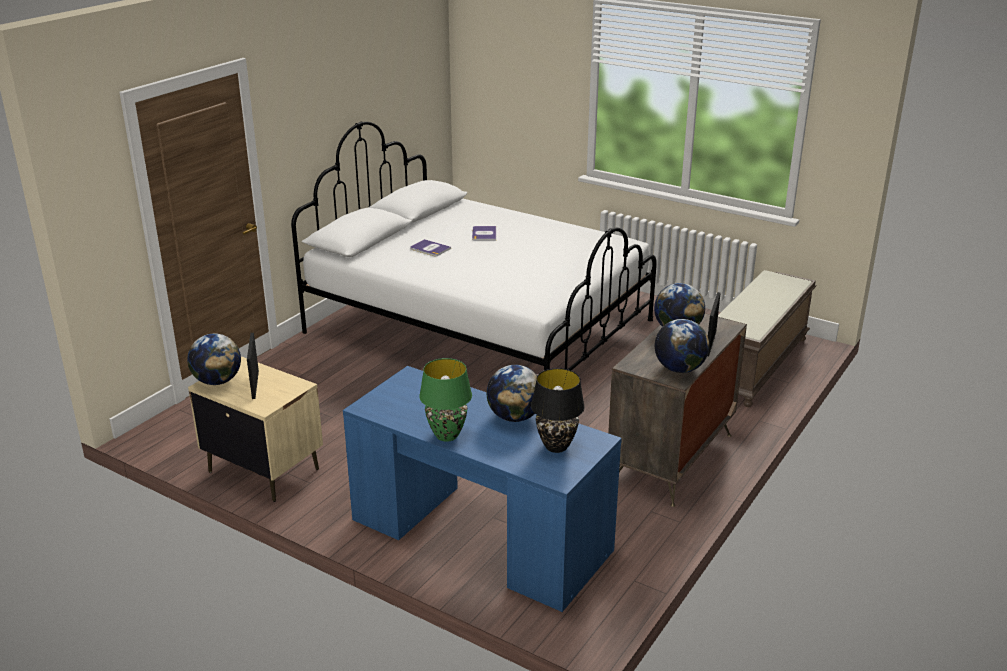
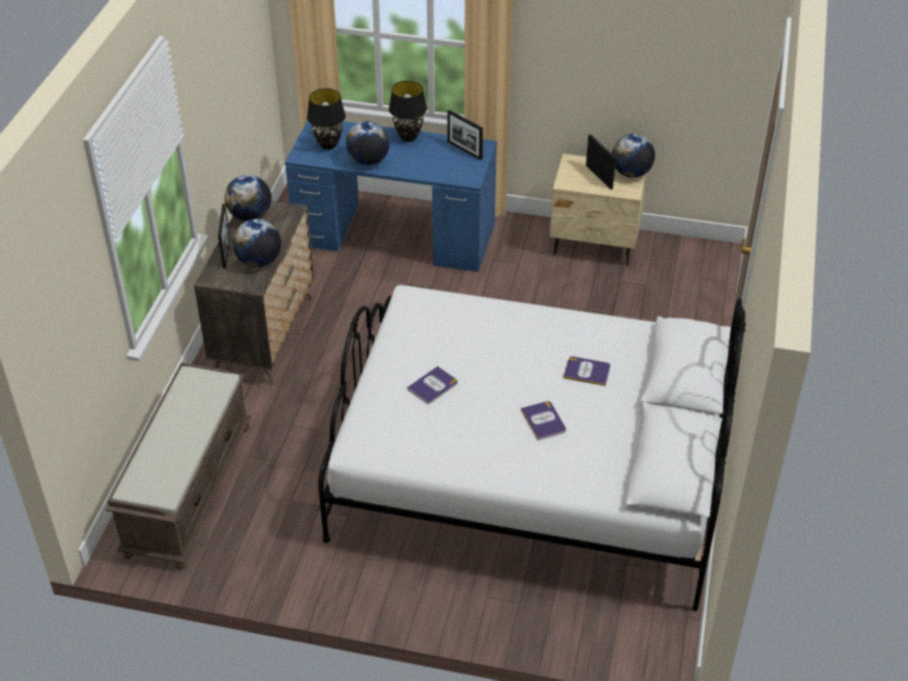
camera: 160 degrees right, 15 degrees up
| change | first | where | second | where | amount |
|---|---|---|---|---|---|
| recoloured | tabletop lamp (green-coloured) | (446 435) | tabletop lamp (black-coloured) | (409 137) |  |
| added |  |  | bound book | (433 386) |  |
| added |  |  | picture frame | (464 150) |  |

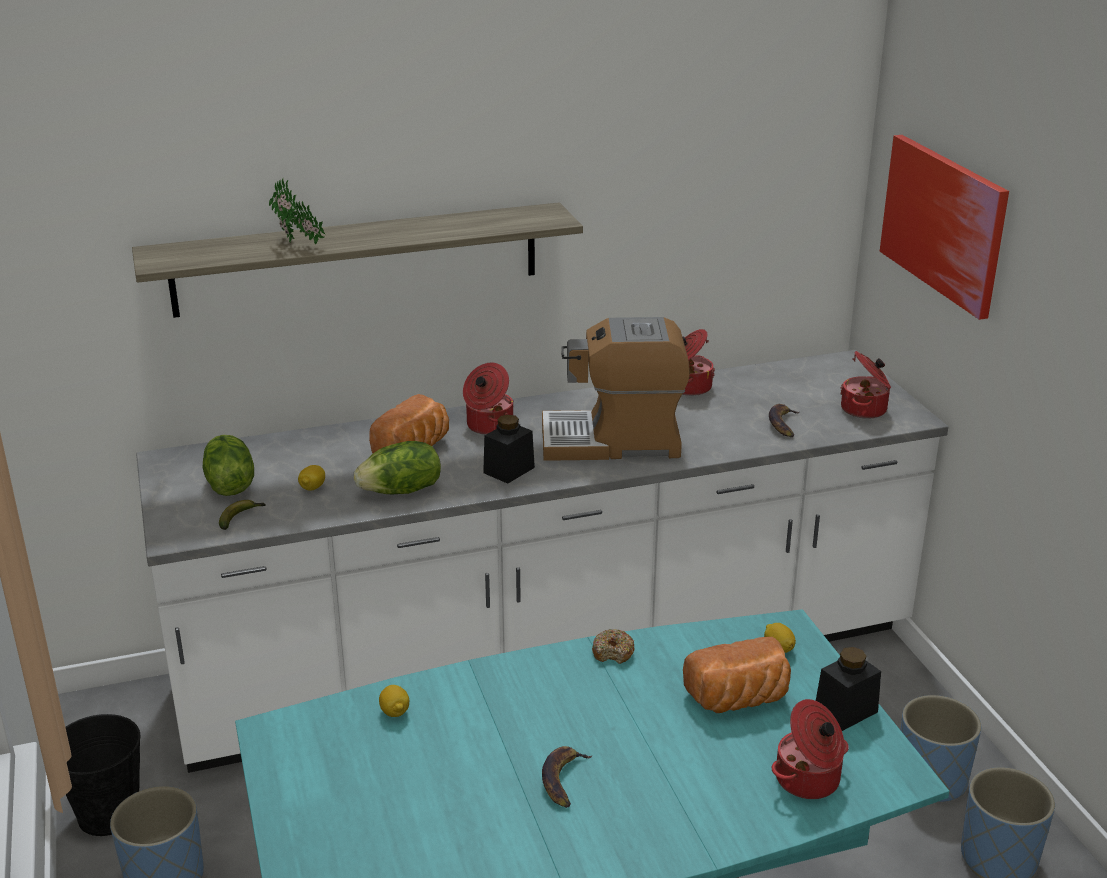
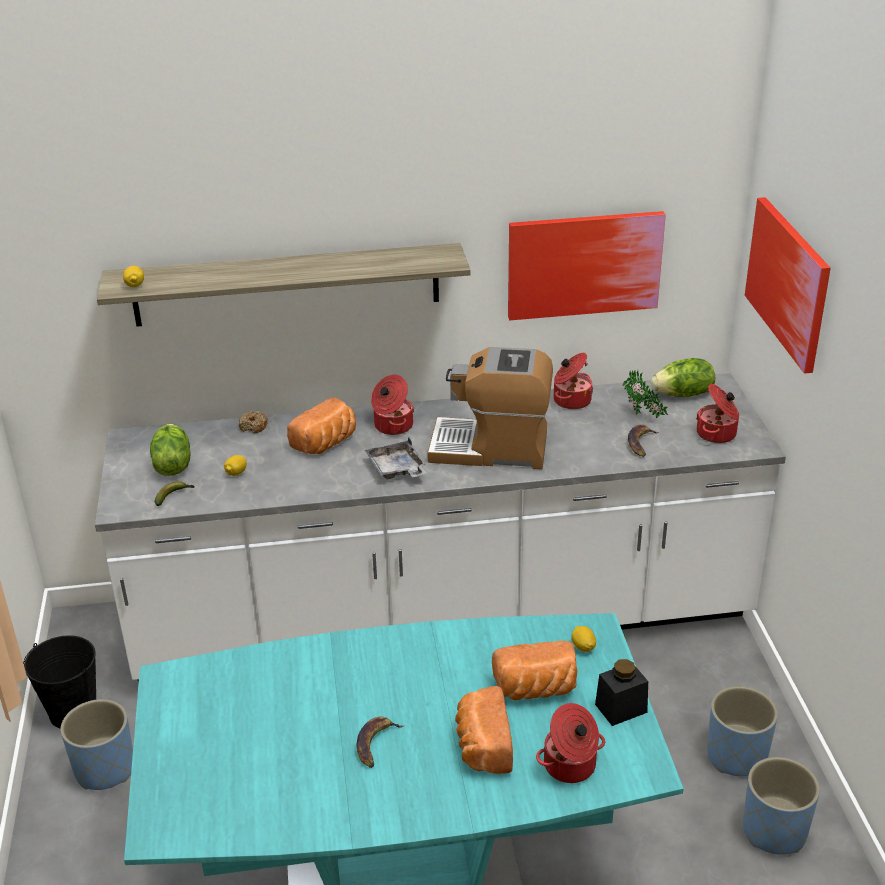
camera: 10 degrees right, 5 degrees up
| change | first | where | second | where | amount |
|---|---|---|---|---|---|
| moved | whole lemon | (394 712) |  | (135 285) |  |
| moved | donut | (613 652) |  | (253 426) |  |
| replaced | preserve jar (black-coloured) | (509 470) | tray (greyish) | (397 469) |  |
| added |  |  | bread | (482 746) |  |
| added |  |  | wall picture | (584 264) |  |
| moved | potted plant | (299 244) |  | (643 416) |  |
| moved | head of lettuce | (402 491) |  | (683 394) |  |

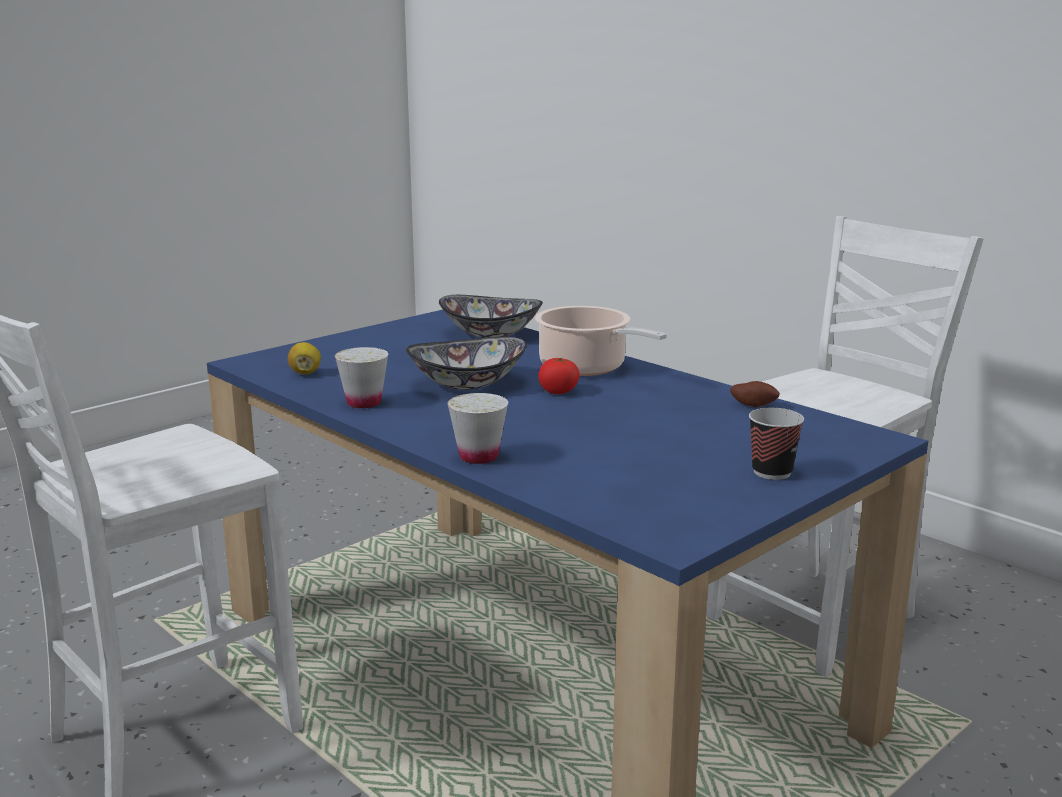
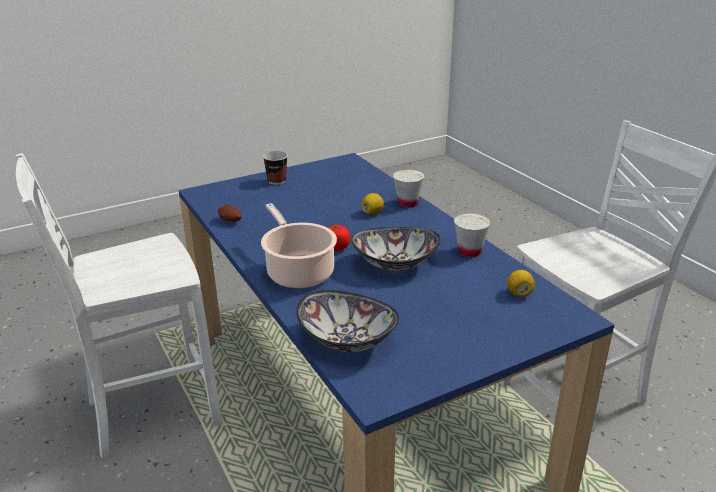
camera: 165 degrees left, 10 degrees up
| change | first | where | second | where | amount |
|---|---|---|---|---|---|
| added |  |  | whole lemon | (372 213) |  |

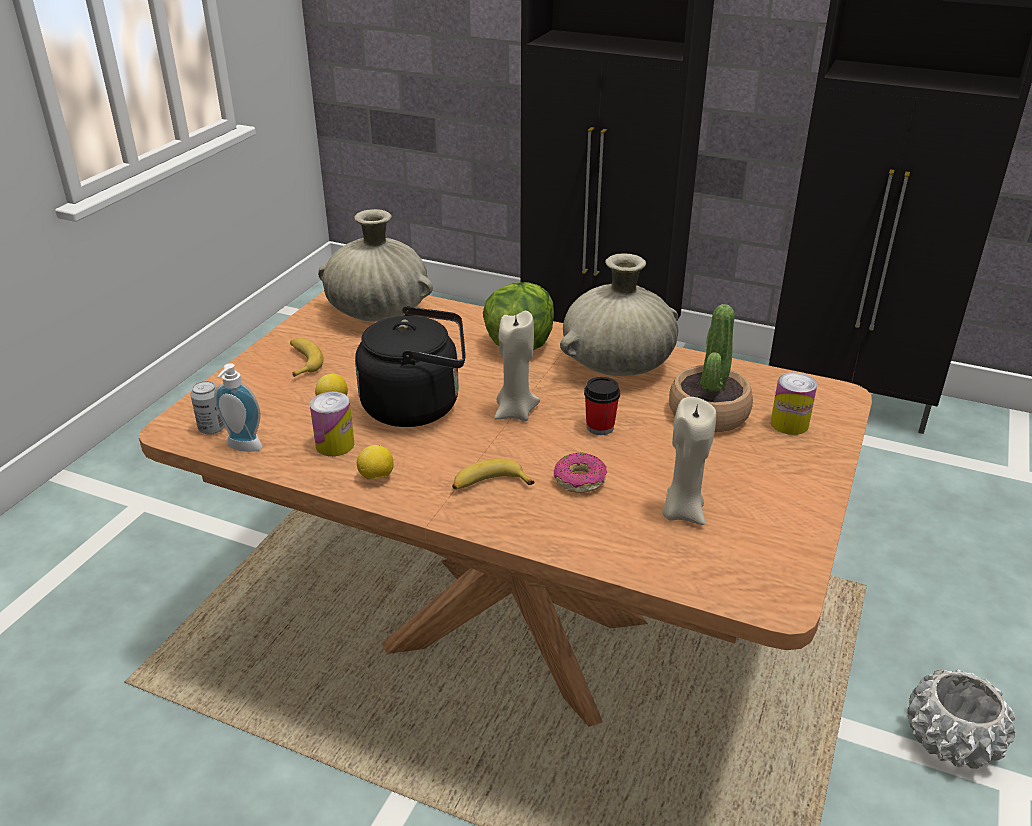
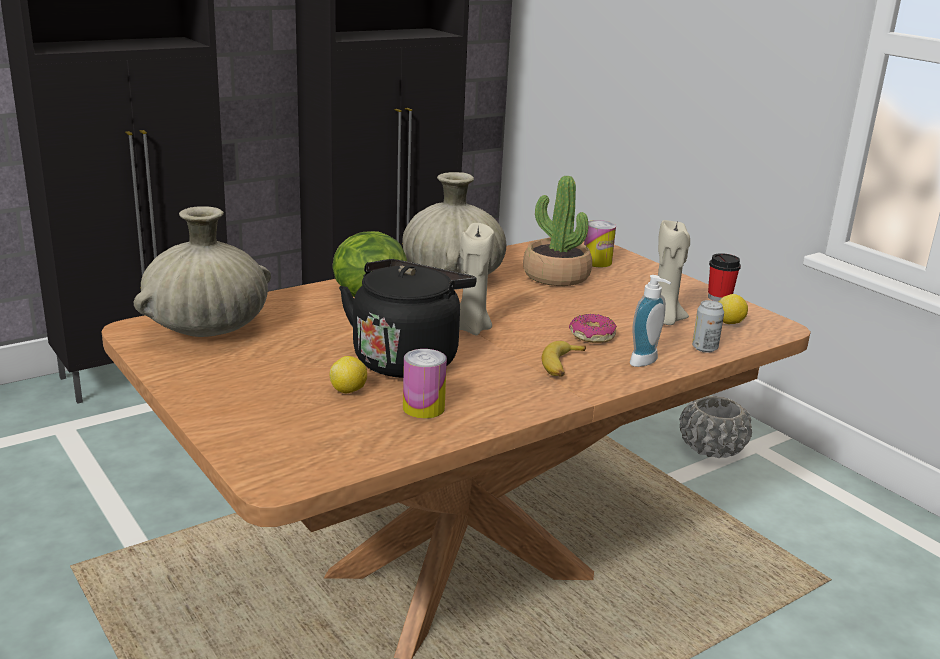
camera: 60 degrees left, 10 degrees down
| change | first | where | second | where | amount |
|---|---|---|---|---|---|
| moved | liquid soap bottle | (242 448) |  | (647 362) |  |
| moved | sealed can | (212 428) |  | (704 348) |  |
| moved | cup | (600 427) |  | (719 297) |  |
| moved | whole lemon | (376 477) |  | (730 323) |  |
| removed | whole banana | (302 362) |  |  |  |

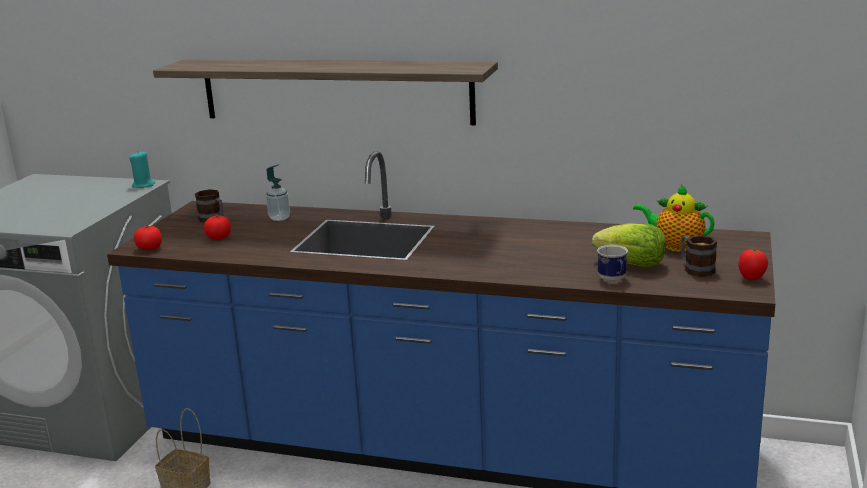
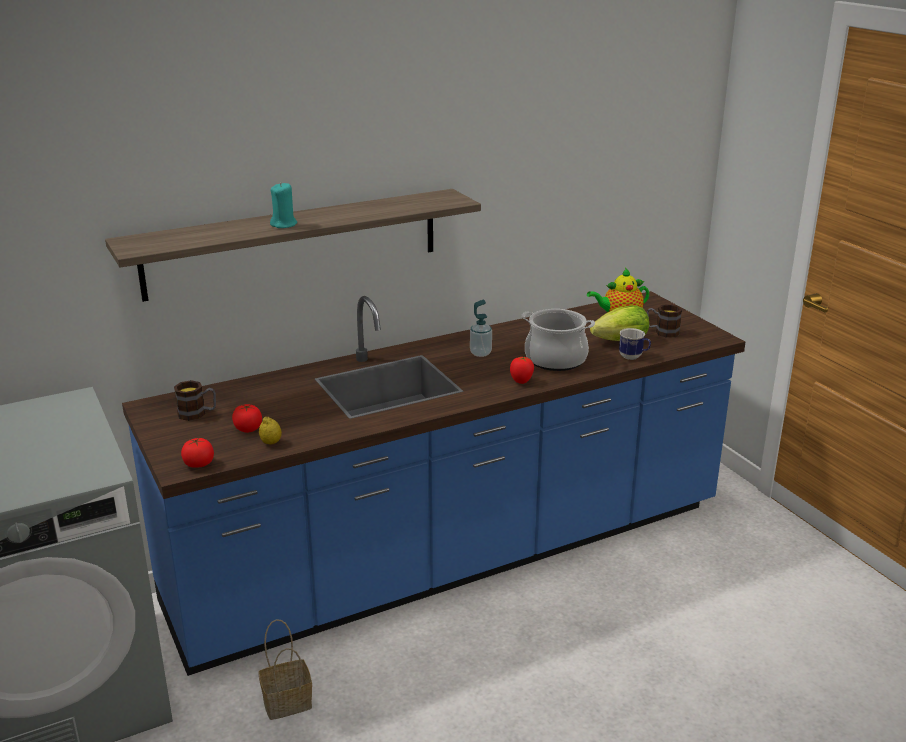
camera: 45 degrees left, 5 degrees up
| change | first | where | second | where | amount |
|---|---|---|---|---|---|
| added |  |  | whole lemon | (271 443) |  |
| moved | wax light (turquoise) | (143 185) |  | (284 224) |  |
| moved | liquid soap bottle | (279 218) |  | (480 353) |  |
| moved | tomato | (751 278) |  | (521 382) |  |
| added |  |  | stockpot | (555 360) |  |

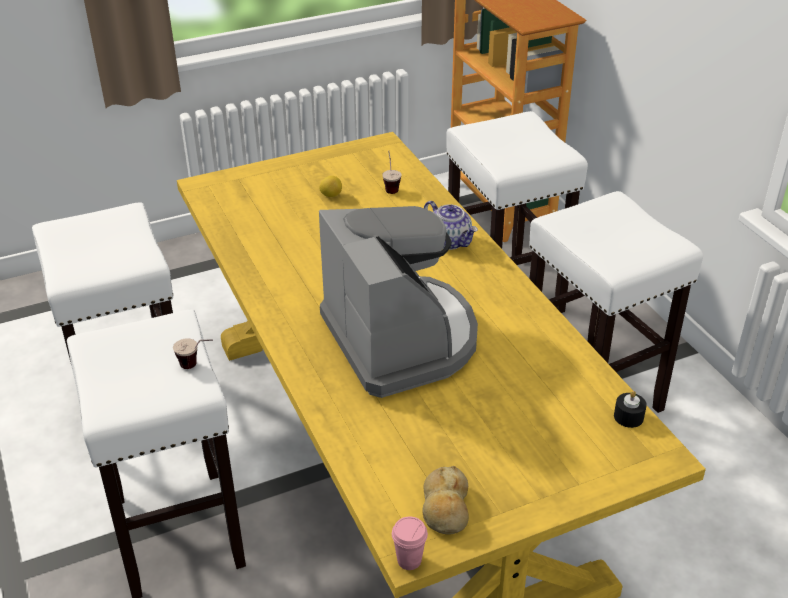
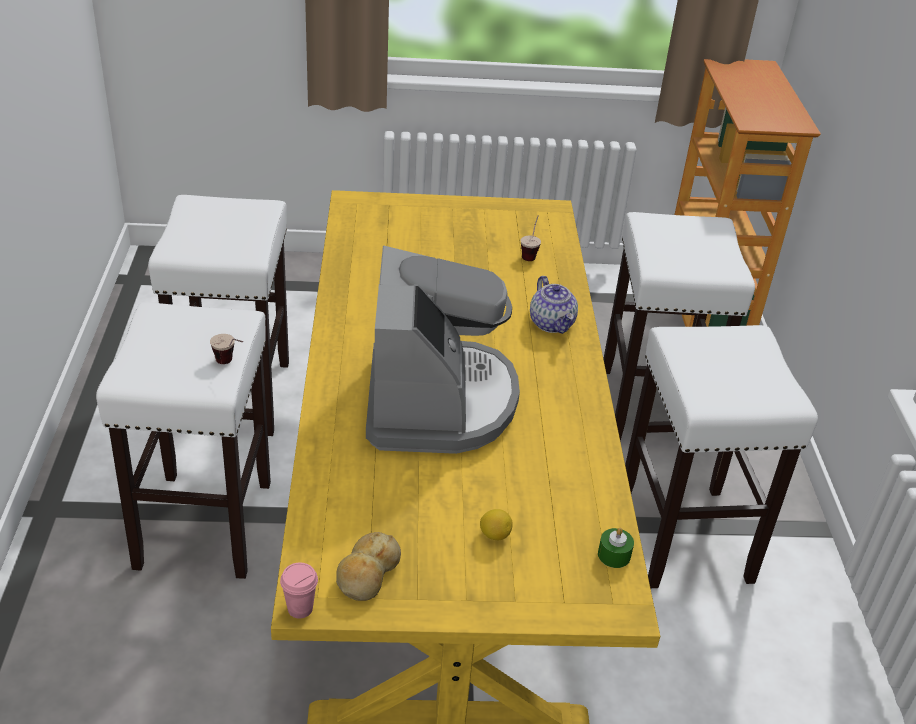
camera: 20 degrees right, 0 degrees up
| change | first | where | second | where | amount |
|---|---|---|---|---|---|
| moved | whole lemon | (331 195) |  | (494 535) |  |
| recoloured | wax light (black-coloured) | (628 417) | wax light (green-coloured) | (614 555) |  |

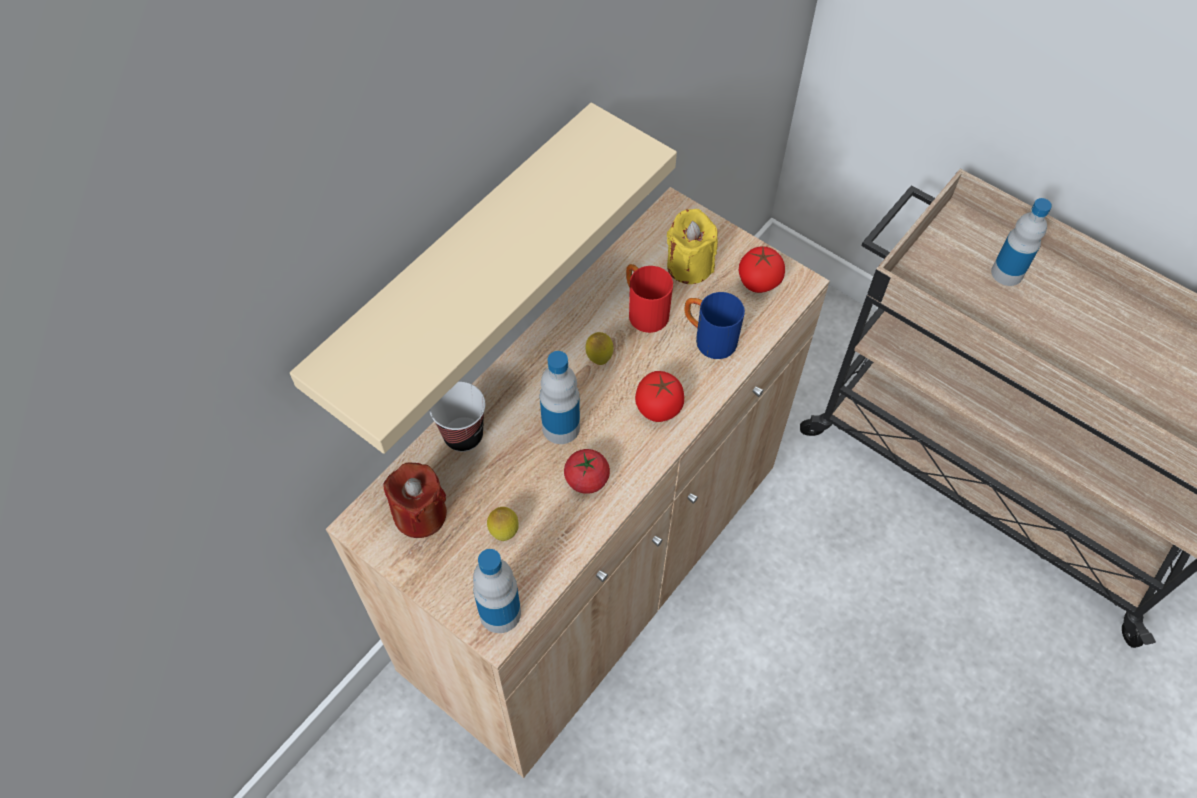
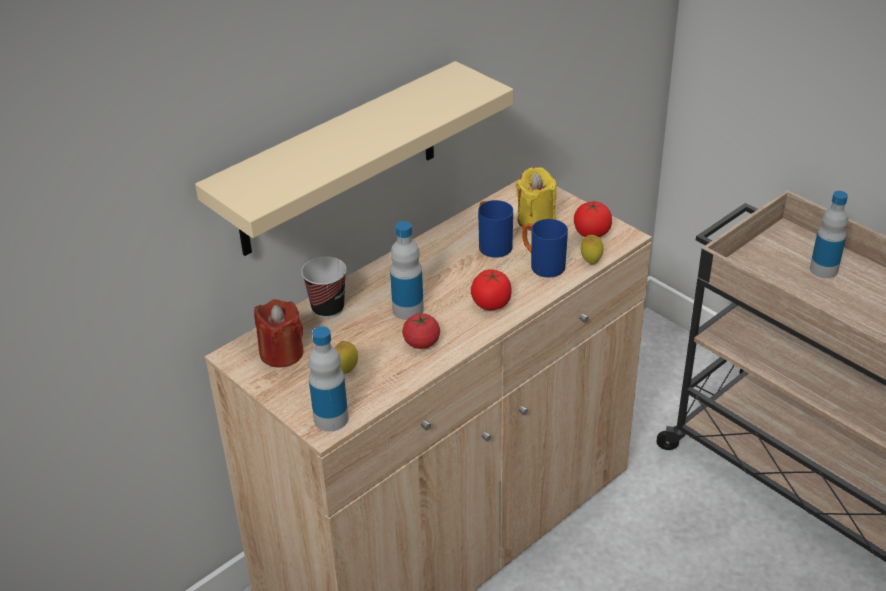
camera: 10 degrees right, 20 degrees down
| change | first | where | second | where | amount |
|---|---|---|---|---|---|
| recoloured | tea mug (red) | (643 311) | tea mug (blue-coloured) | (492 244) |  |
| moved | whole lemon | (599 359) |  | (591 261) |  |

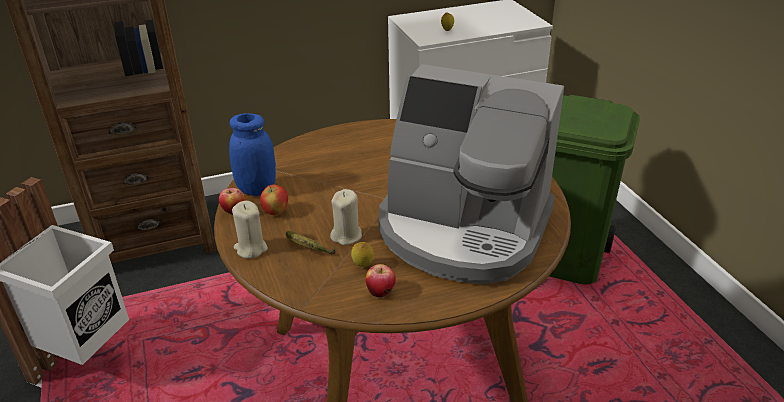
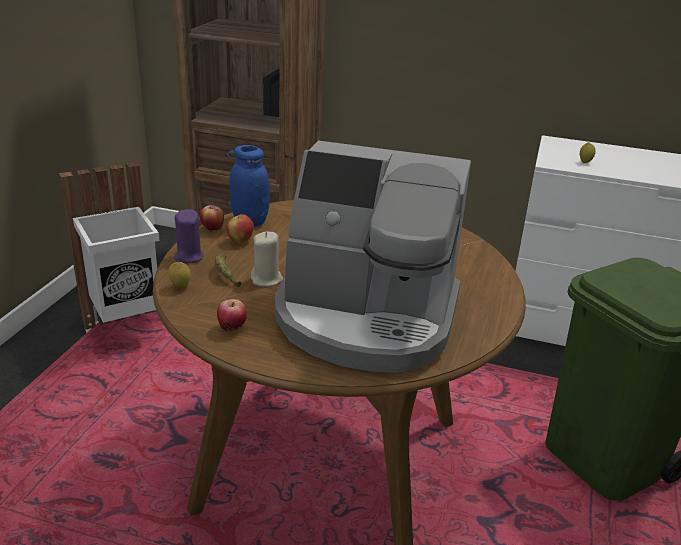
camera: 35 degrees right, 5 degrees down
| change | first | where | second | where | amount |
|---|---|---|---|---|---|
| moved | whole lemon | (363 266) |  | (180 287) |  |
| recoloured | wax light (beige) | (251 248) | wax light (purple-coloured) | (188 256) |  |
| turned | coffee brewer | (463 230) |  | (366 319) | 45 degrees counterclockwise |

